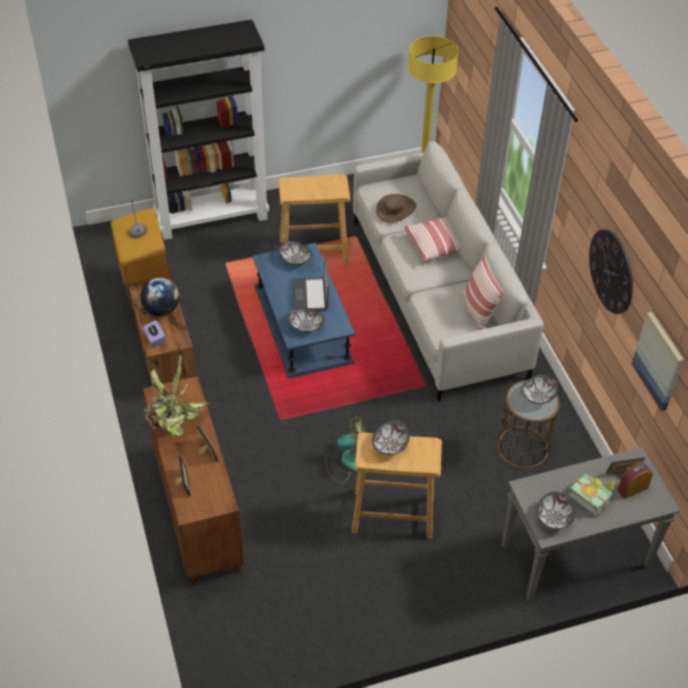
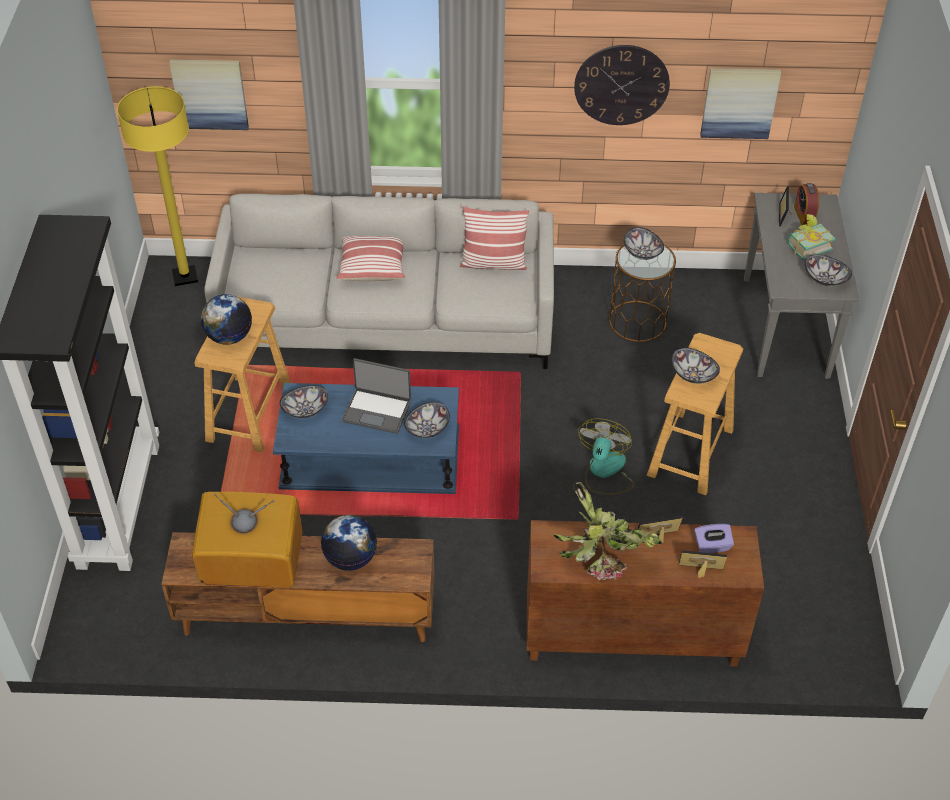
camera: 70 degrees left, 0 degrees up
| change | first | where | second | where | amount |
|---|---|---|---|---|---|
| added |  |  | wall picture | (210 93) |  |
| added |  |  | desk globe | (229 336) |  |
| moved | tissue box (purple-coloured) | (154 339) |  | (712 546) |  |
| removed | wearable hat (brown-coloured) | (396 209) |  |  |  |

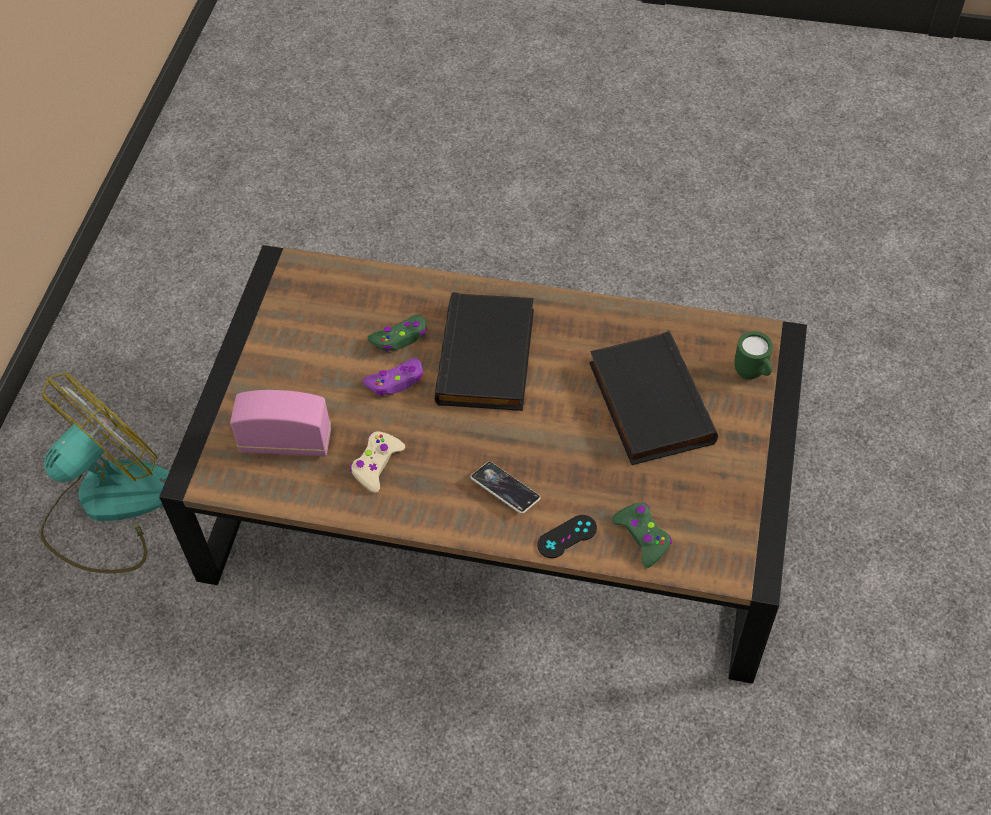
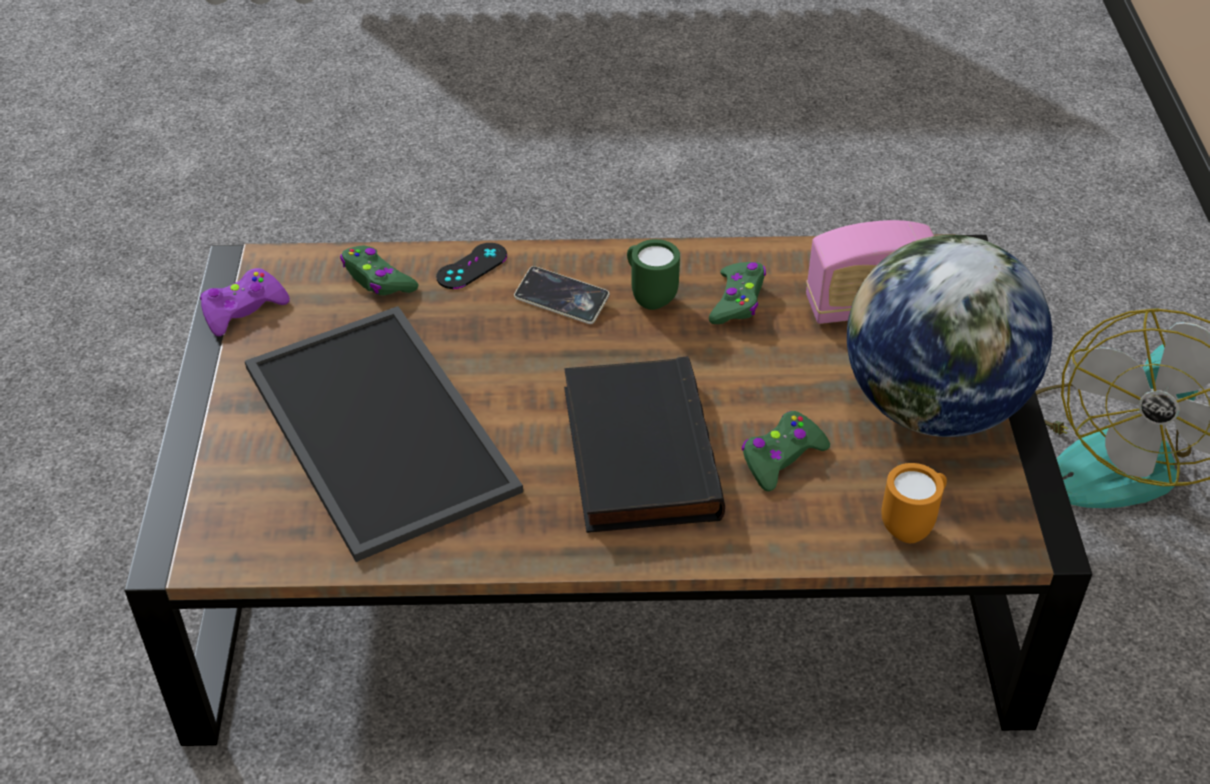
camera: 165 degrees right, 10 degrees down
| change | first | where | second | where | amount |
|---|---|---|---|---|---|
| moved | game controller (purple-coloured) | (396 382) |  | (243 309) |  |
| replaced | bound book (black-coloured) | (647 403) | tray | (385 428) |  |
| moved | tea mug (green-coloured) | (752 374) |  | (649 297) |  |
| recoloured | game controller (beige) | (376 465) | game controller (green-coloured) | (737 300) |  |
| added |  |  | desk globe | (931 407) |  |
| added |  |  | tea mug (orangey) | (911 526) |  |

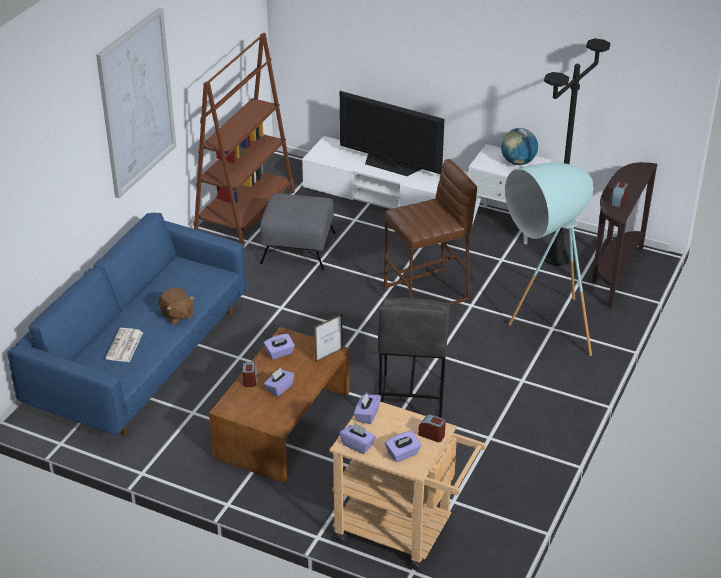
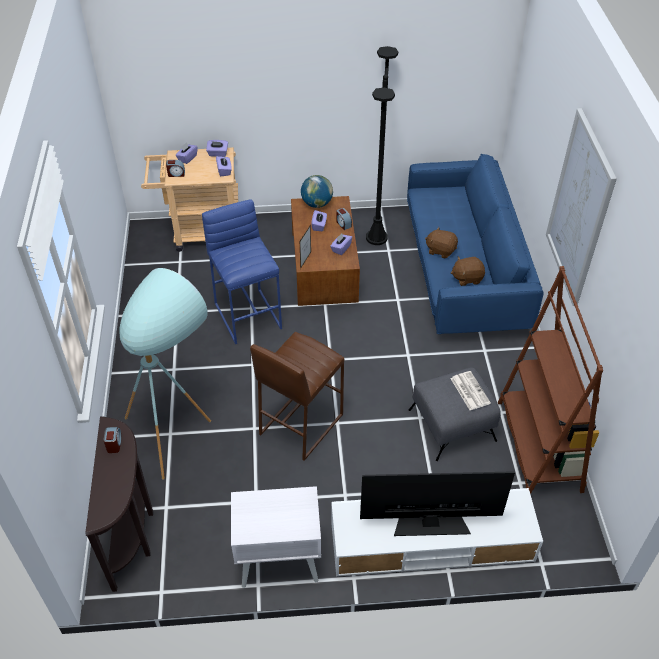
camera: 150 degrees right, 10 degrees up
| change | first | where | second | where | amount |
|---|---|---|---|---|---|
| recoloured | stool (greyish) | (410 403) | stool (blue-coloured) | (248 315) |  |
| moved | desk globe | (518 162) |  | (317 204) |  |
| moved | standing lamp (black-coloured) | (556 258) |  | (376 238) |  |
| moved | newspaper | (124 346) |  | (469 390) |  |
| added |  |  | plush toy (brown-coloured) | (467 278) |  |

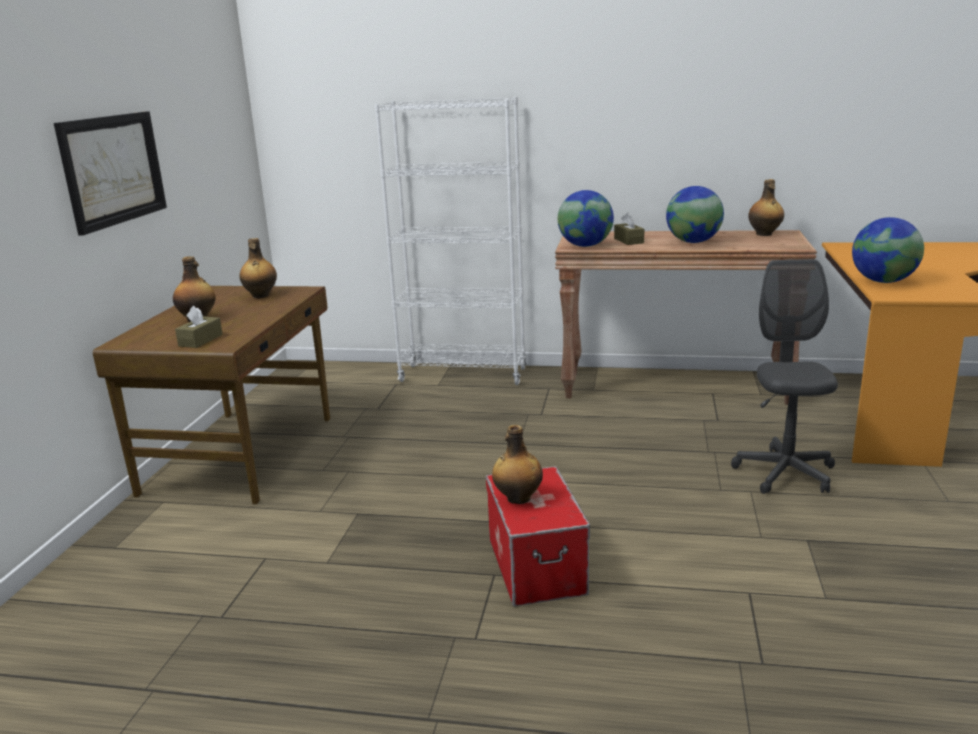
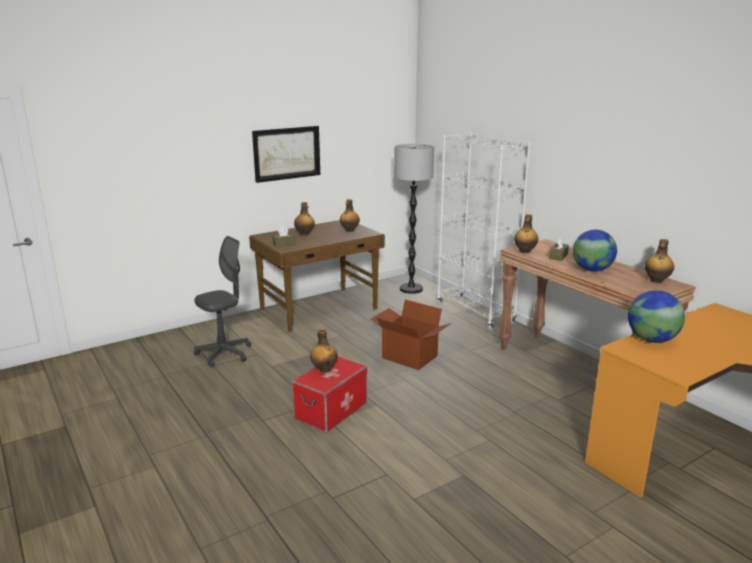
camera: 45 degrees right, 0 degrees up
| change | first | where | second | where | amount |
|---|---|---|---|---|---|
| moved | office chair (greyish) | (785 473) |  | (224 354) |  |
| added |  |  | cardboard box | (409 357) |  |
| added |  |  | standing lamp | (411 289) |  |
| replaced | desk globe | (585 246) | drink bottle | (524 251) |  |

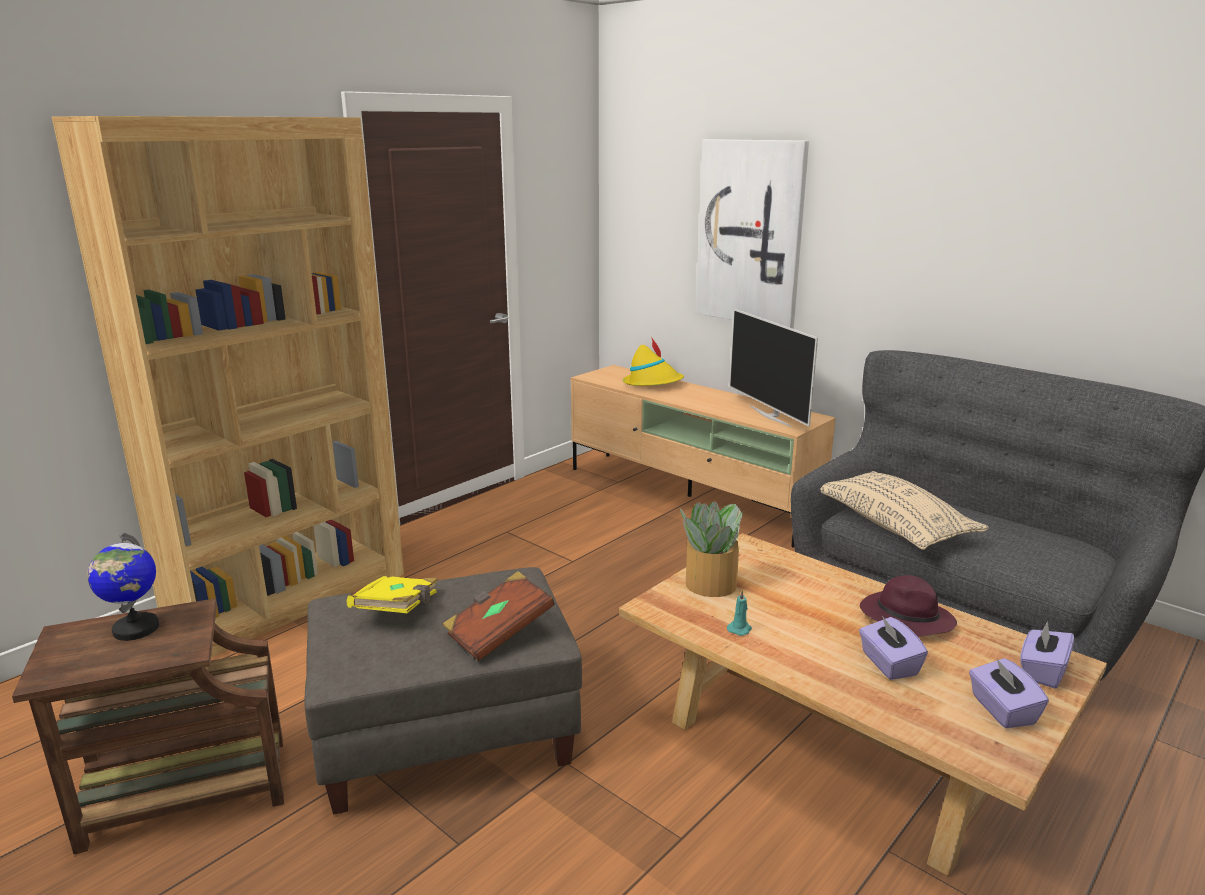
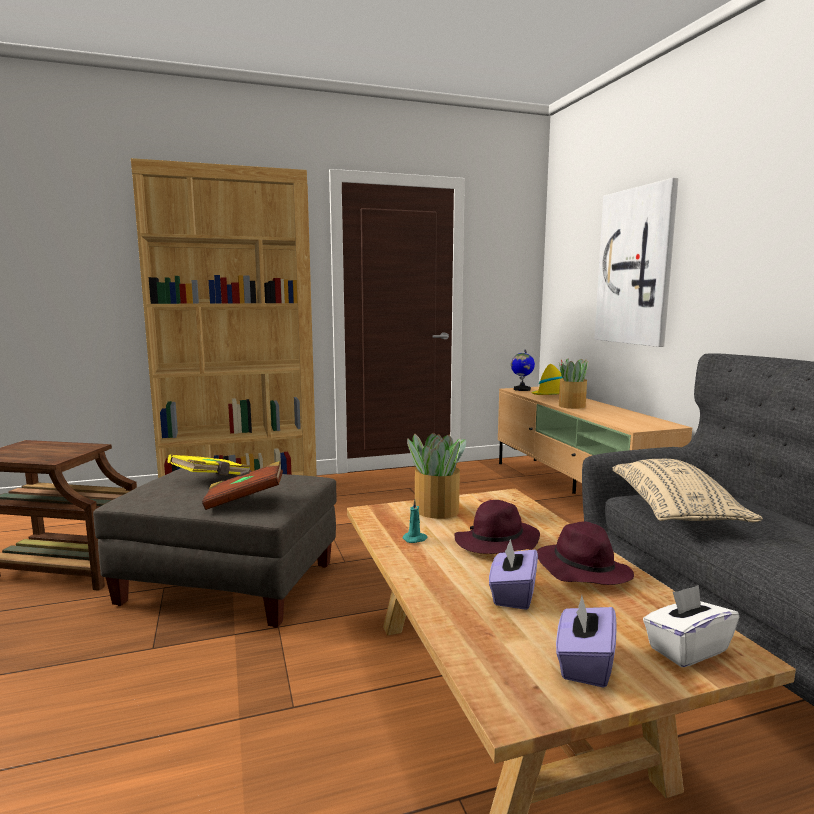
camera: 30 degrees right, 10 degrees down
| change | first | where | second | where | amount |
|---|---|---|---|---|---|
| added |  |  | wearable hat (purple-coloured) | (496 543) |  |
| moved | desk globe | (135 629) |  | (521 389) |  |
| added |  |  | potted plant | (572 406) |  |
| recoloured | tissue box (purple-coloured) | (1041 671) | tissue box (white-coloured) | (686 649) |  |
| removed | television | (771 416) |  |  |  |

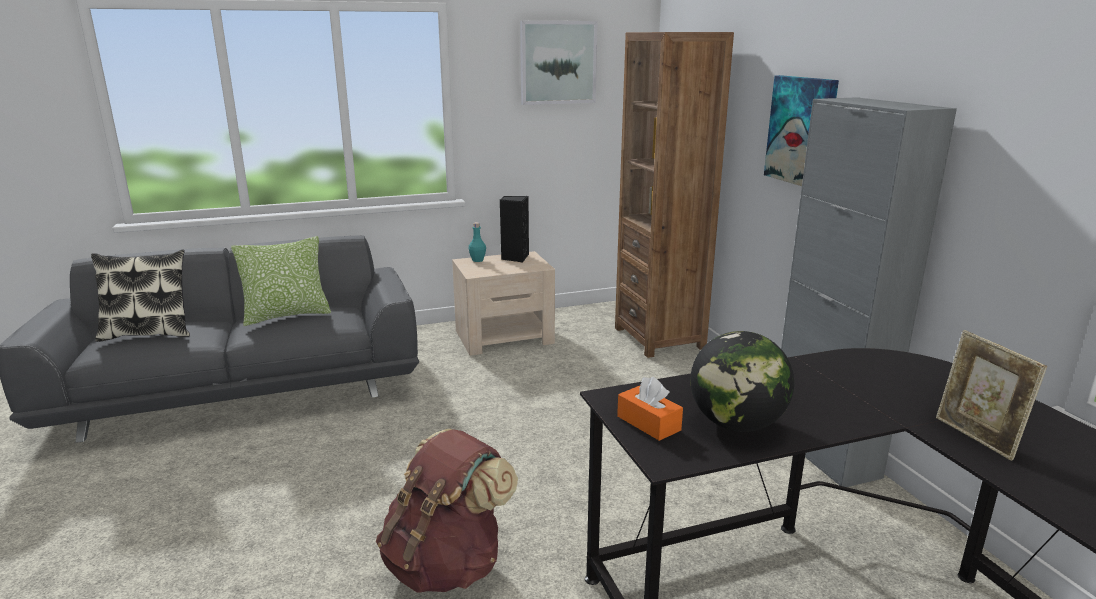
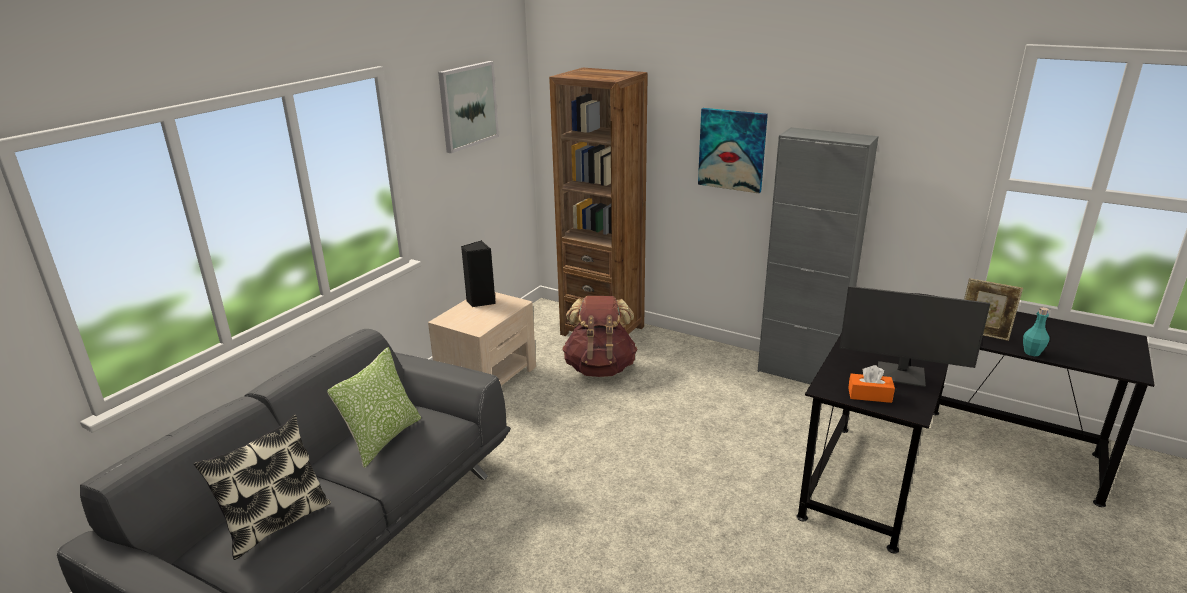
camera: 40 degrees left, 5 degrees up
| change | first | where | second | where | amount |
|---|---|---|---|---|---|
| moved | knapsack (brown-coloured) | (447 564) |  | (600 368) |  |
| replaced | desk globe | (736 424) | monitor | (901 375) |  |
| moved | drink bottle (turquoise) | (477 260) |  | (1032 353) |  |

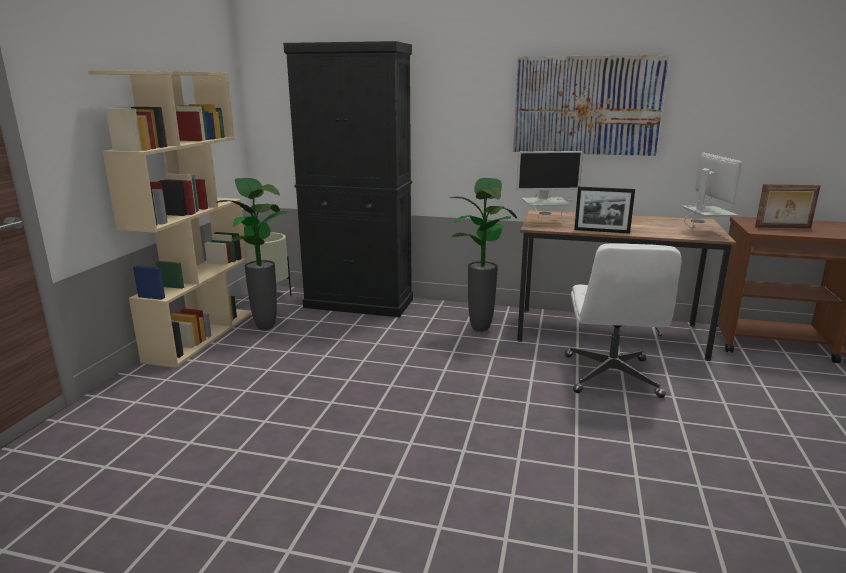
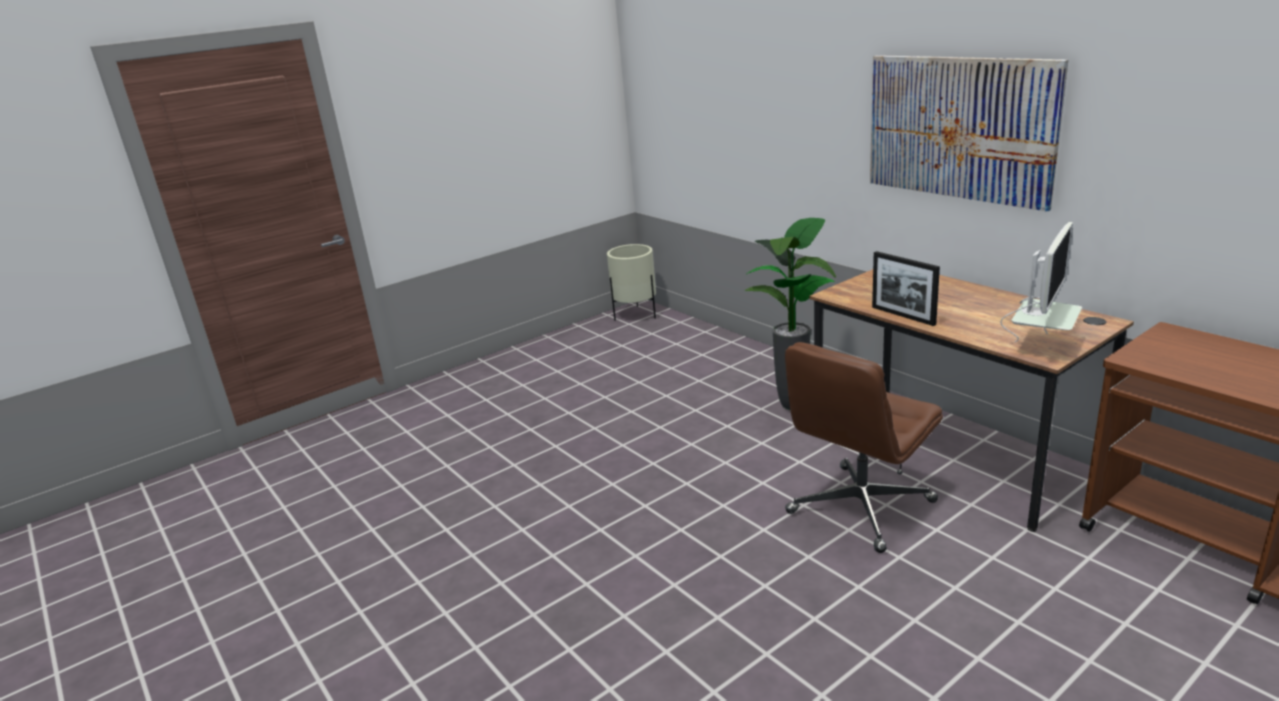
camera: 40 degrees right, 5 degrees up
| change | first | where | second | where | amount |
|---|---|---|---|---|---|
| recoloured | office chair (white-coloured) | (611 376) | office chair (brown-coloured) | (860 508) |  |
| removed | bookcase (beige) | (201 335) |  |  |  |
| removed | potted plant | (266 327) |  |  |  |
| removed | cupboard (black-coloured) | (359 303) |  |  |  |
| removed | monitor | (544 223) |  |  |  |
| removed | picture frame | (783 227) |  |  |  |

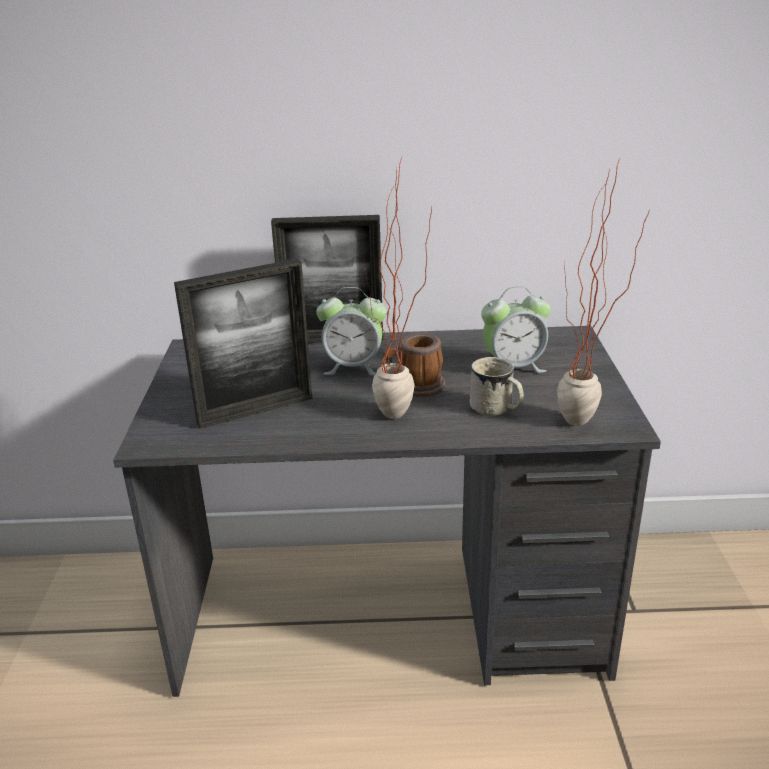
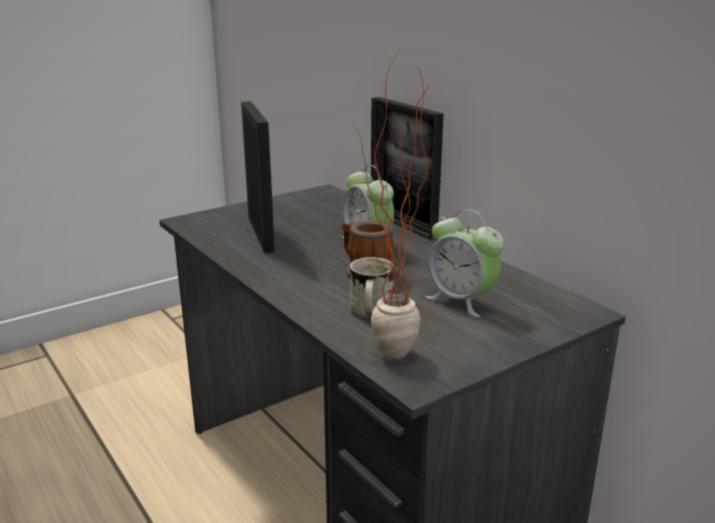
camera: 55 degrees right, 5 degrees down
| change | first | where | second | where | amount |
|---|---|---|---|---|---|
| turned | picture frame | (255 410) |  | (260 234) | 135 degrees counterclockwise |
| removed | potted plant | (400 420) |  |  |  |

